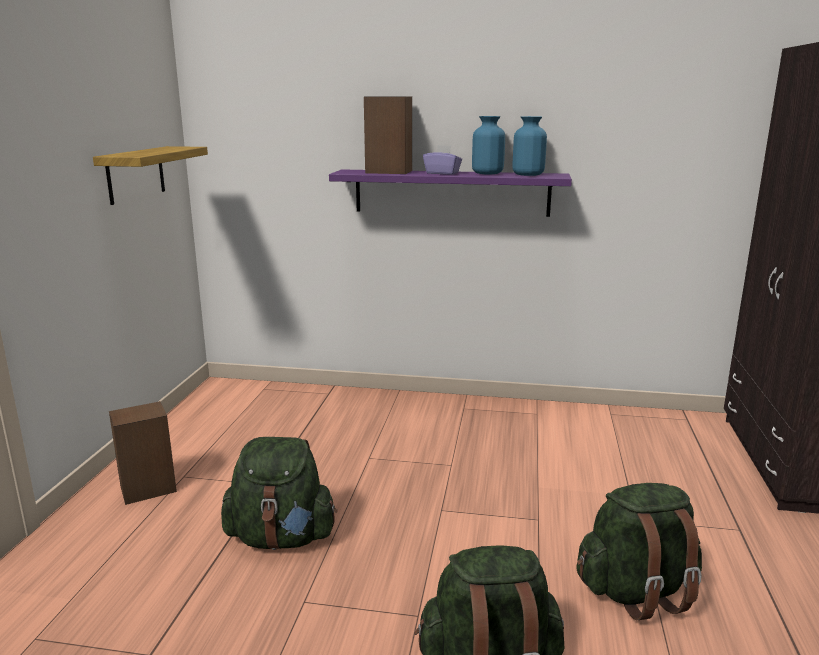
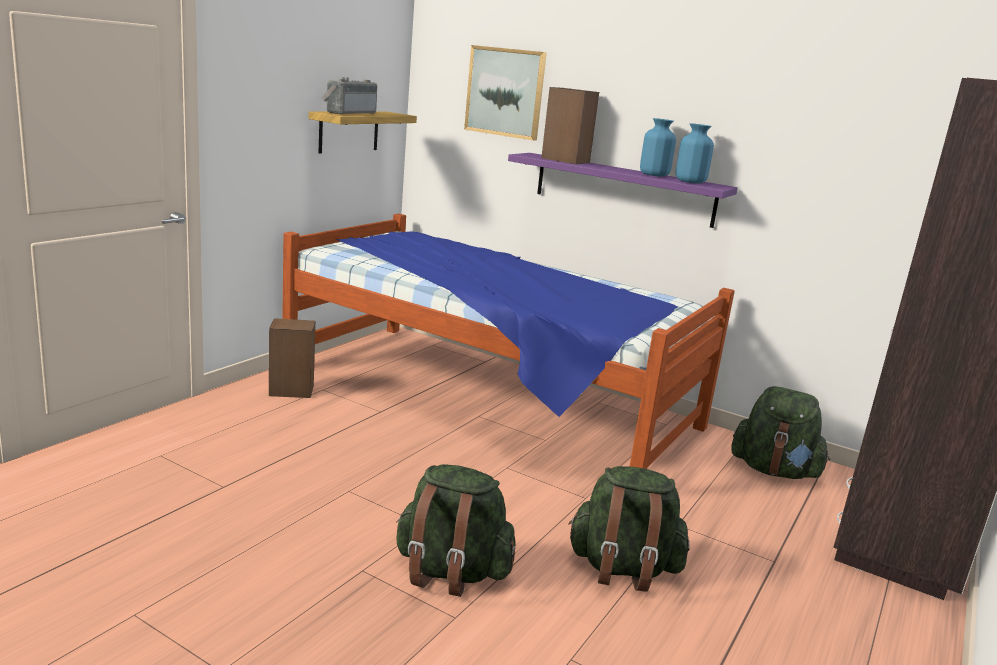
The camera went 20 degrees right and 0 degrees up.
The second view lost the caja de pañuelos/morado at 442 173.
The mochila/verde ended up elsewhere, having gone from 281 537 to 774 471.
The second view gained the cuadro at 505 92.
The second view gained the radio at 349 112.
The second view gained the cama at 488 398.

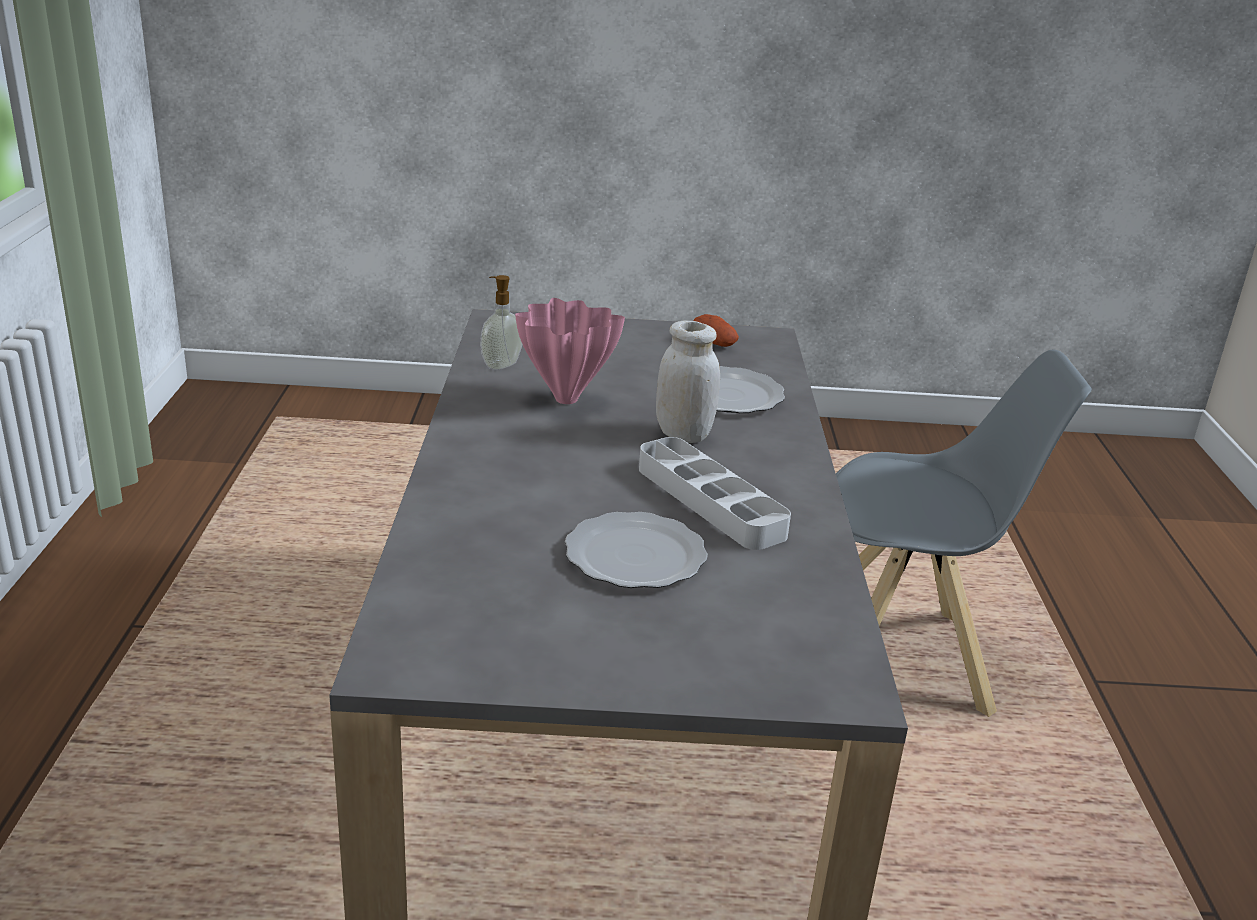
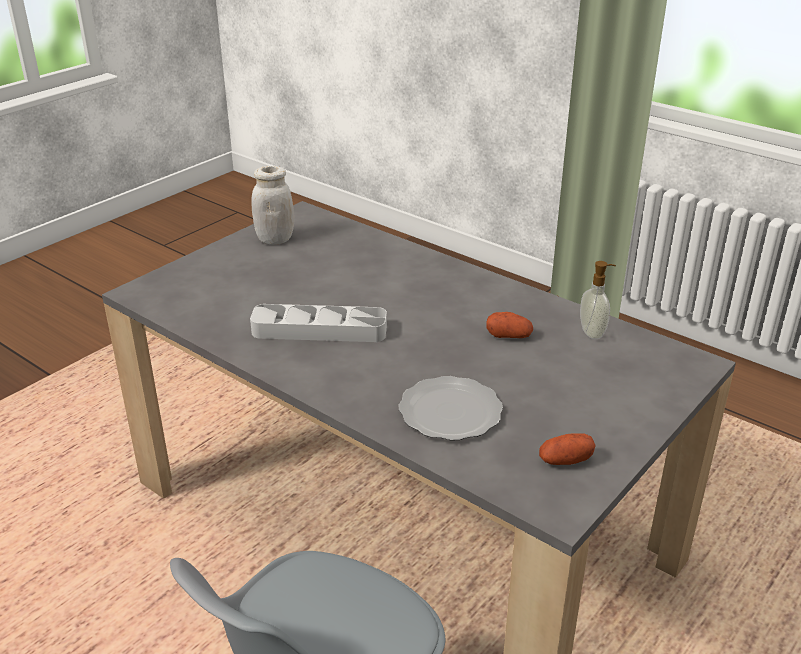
The camera went 130 degrees right and 5 degrees up.
Where the florero/rosa stood at 564 399, the patata came to stand at 509 336.
The tarro/blanco ended up elsewhere, having gone from 683 435 to 275 239.
The second view lost the plato at 634 556.

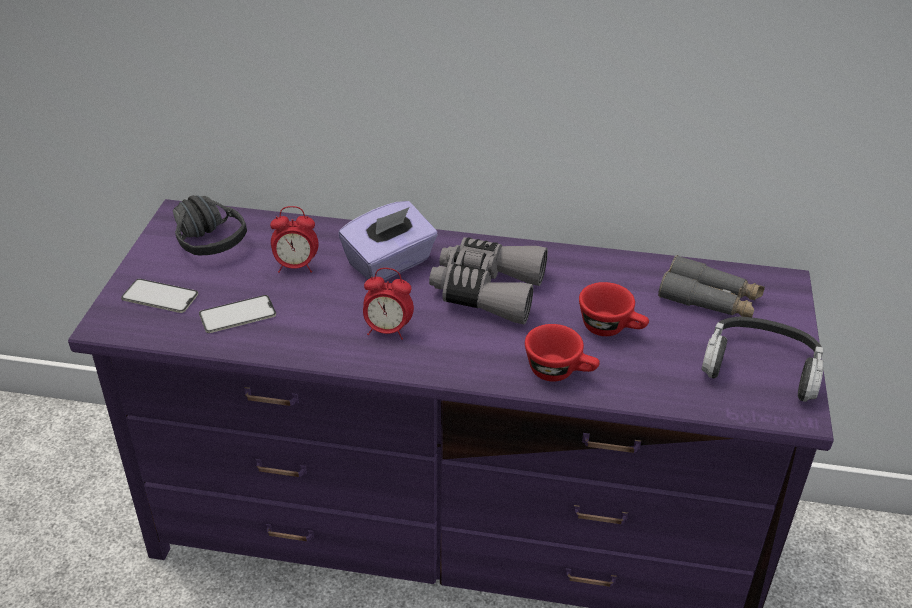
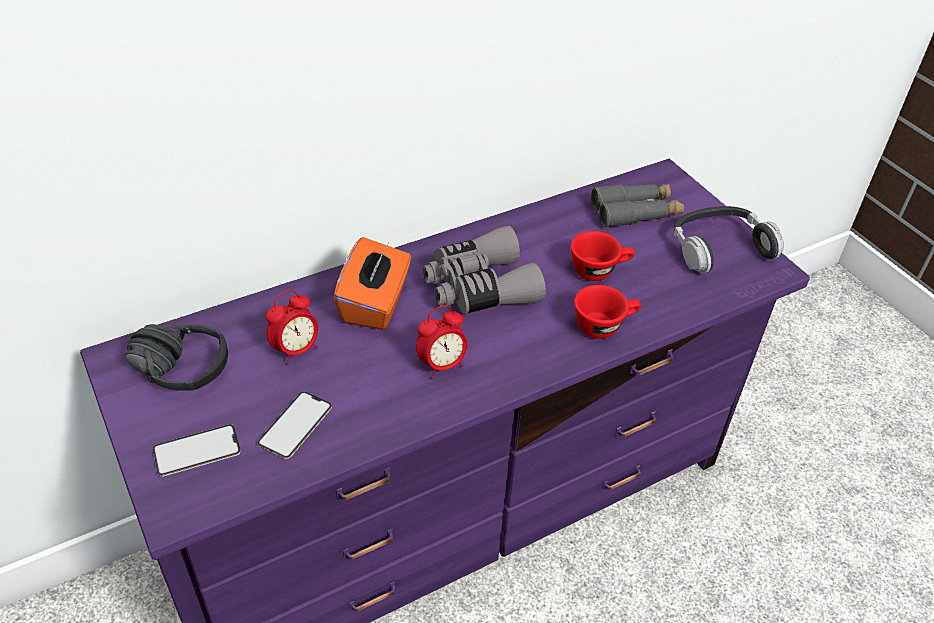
The camera went 40 degrees left and 5 degrees up.
What was the caja de pañuelos/morado at 390 263 turned into the caja de pañuelos/naranja at 375 304.

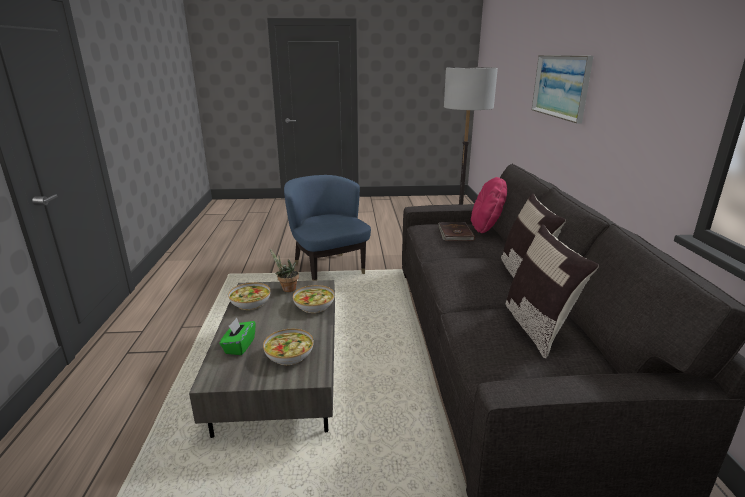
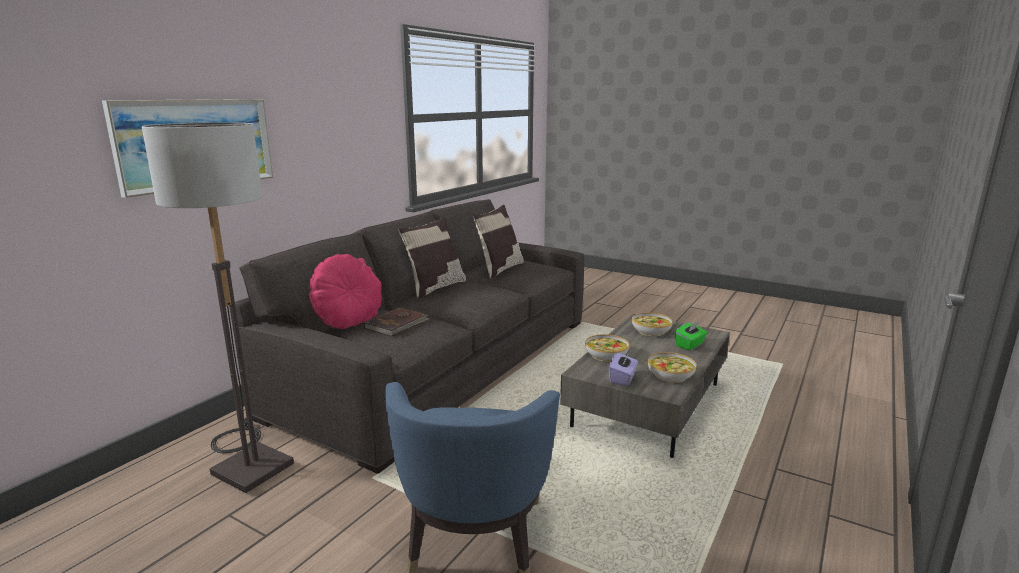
The camera went 145 degrees left and 5 degrees down.
Where the planta en maceta stood at 287 289, the caja de pañuelos/morado came to stand at 622 379.

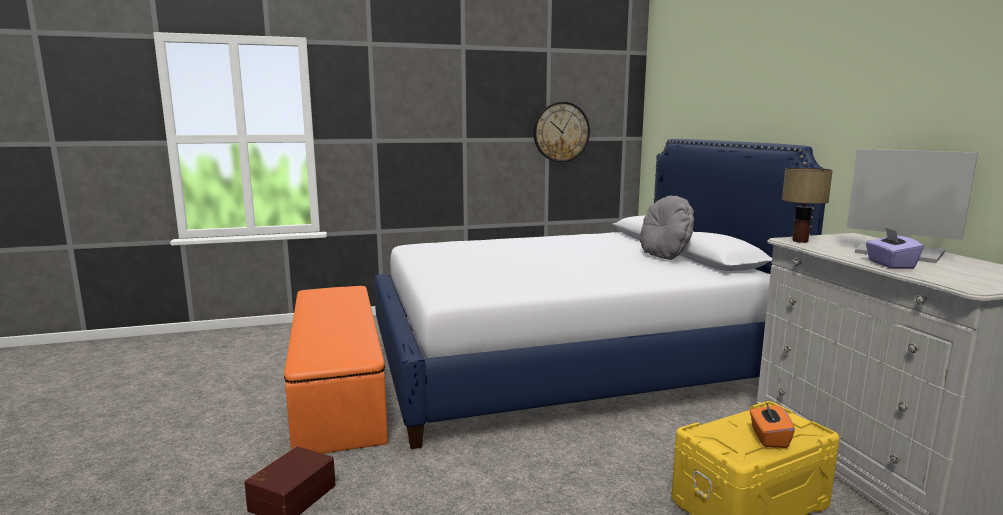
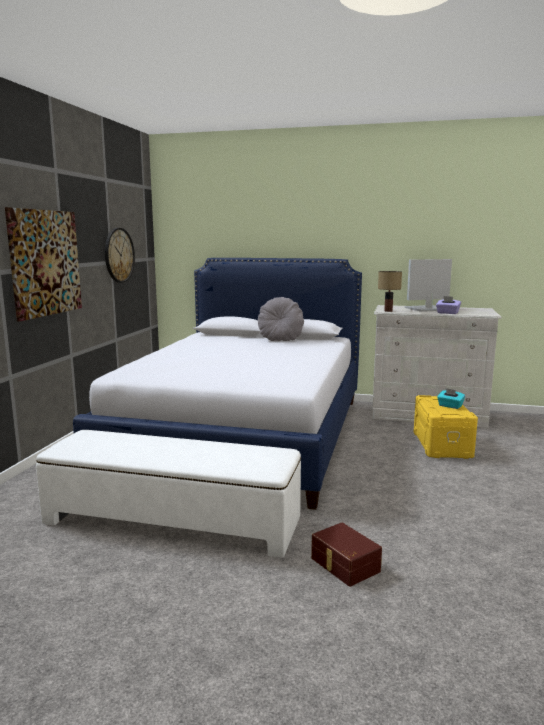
The camera went 60 degrees left and 0 degrees up.
What was the banco/naranja at 338 388 turned into the banco/blanco at 174 520.
What was the caja de pañuelos/naranja at 768 438 turned into the caja de pañuelos/turquesa at 450 406.
The second view gained the cuadro at 45 263.

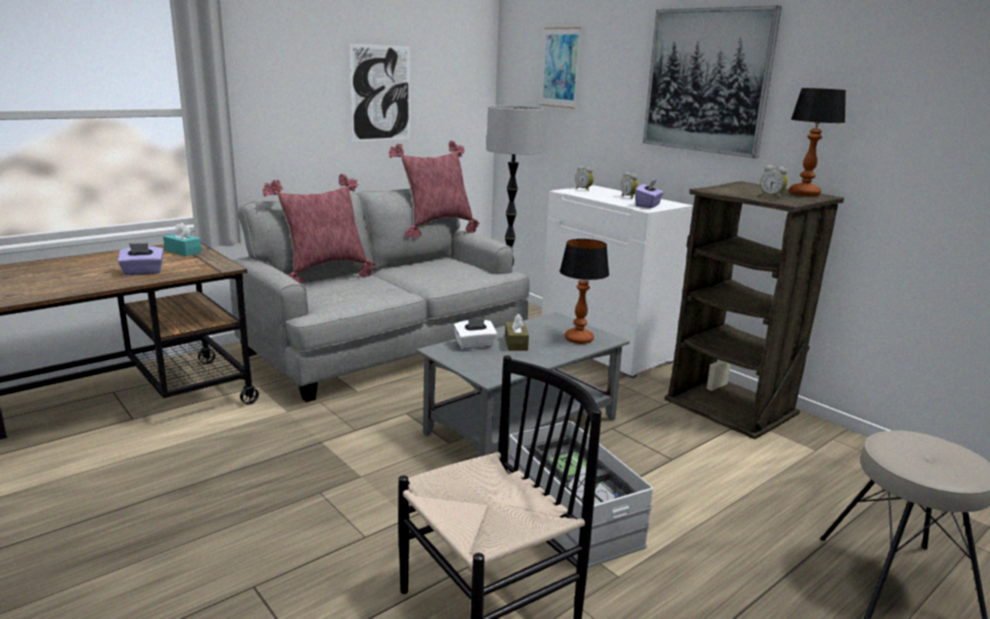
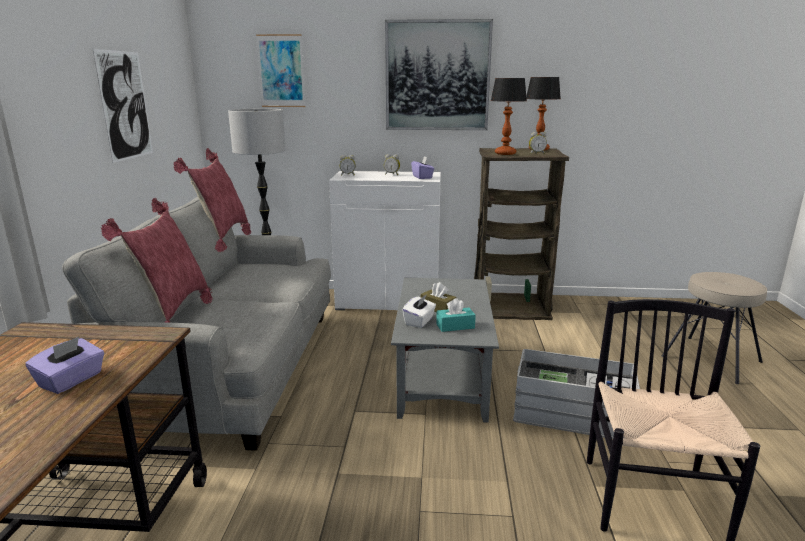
The camera went 45 degrees left and 0 degrees up.
The caja de pañuelos/turquesa ended up elsewhere, having gone from 183 251 to 455 326.
The lámpara de mesa ended up elsewhere, having gone from 578 339 to 505 153.

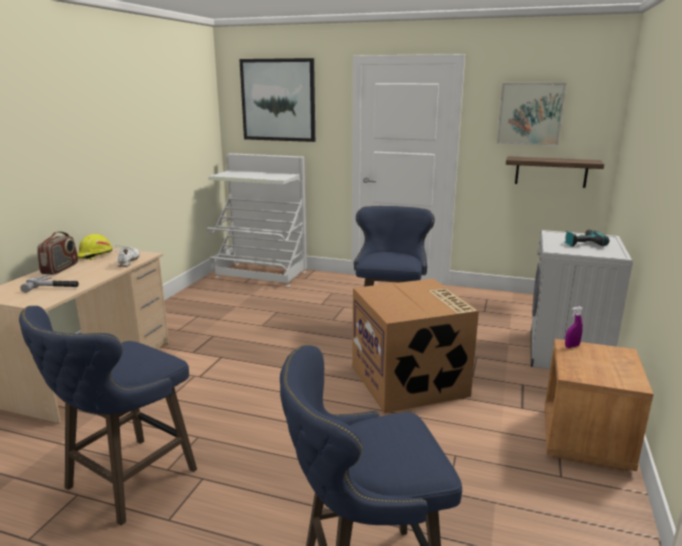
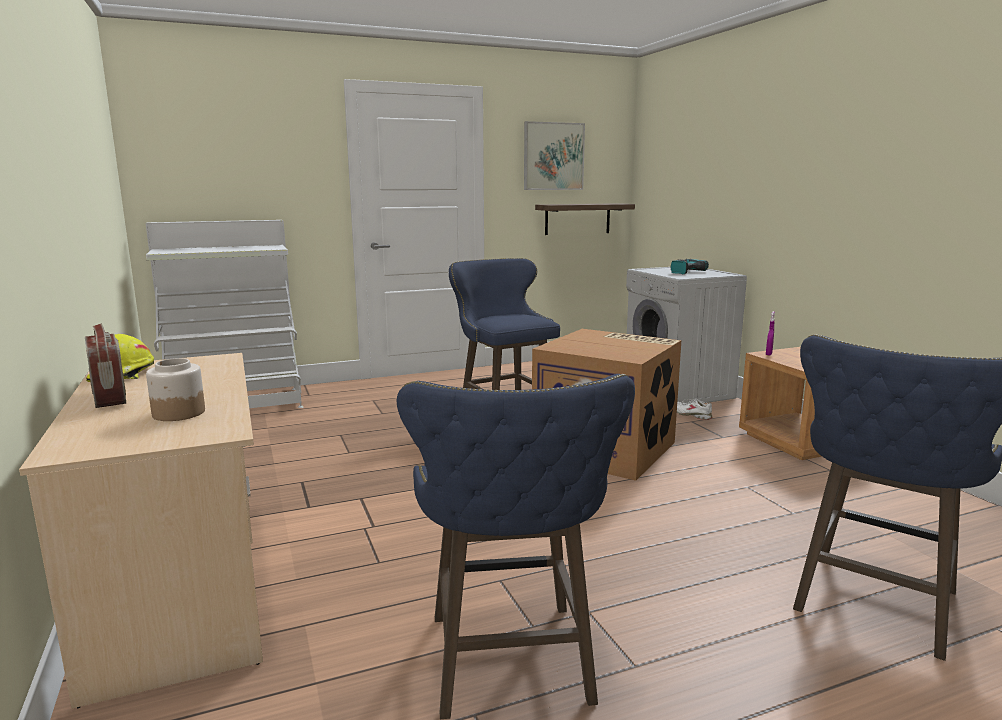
The camera went 40 degrees left and 5 degrees down.
The second view lost the cuadro at 278 100.
The zapato/blanco ended up elsewhere, having gone from 129 262 to 692 415.
Where the martillo stood at 56 286, the tarro came to stand at 178 413.

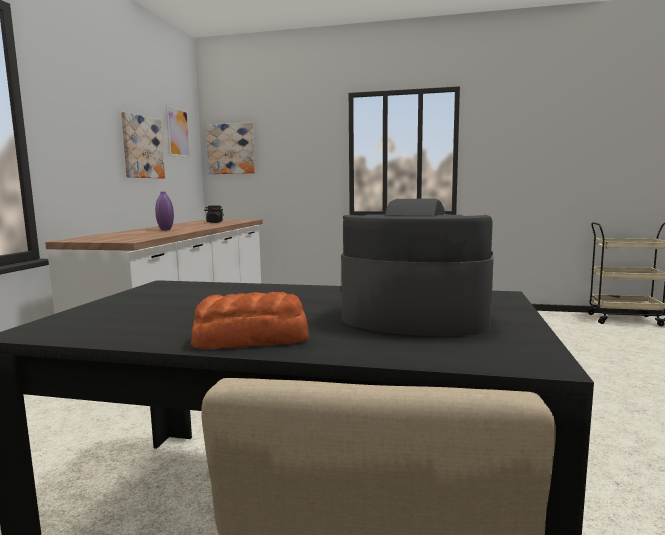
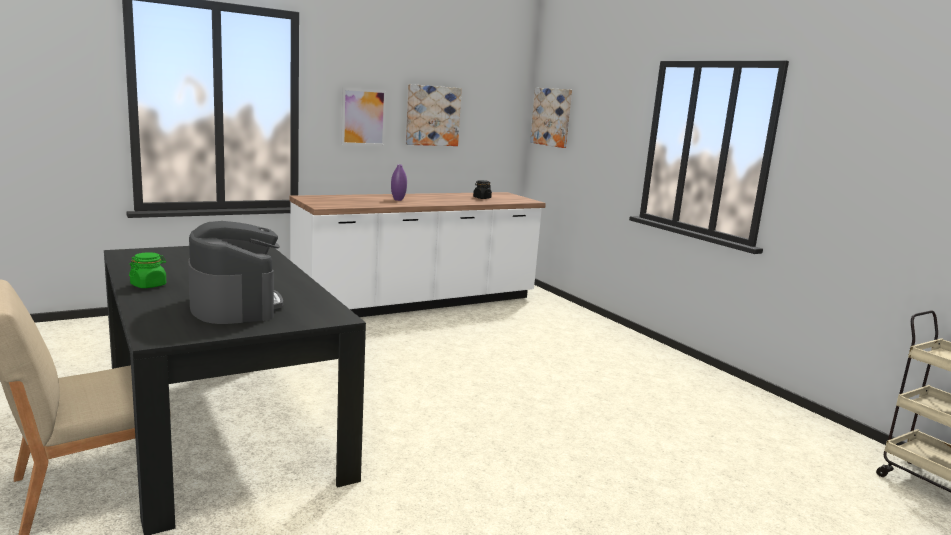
The camera went 45 degrees right and 5 degrees up.
The cuadro ended up elsewhere, having gone from 178 132 to 363 117.
Where the pan stood at 252 339, the tarro/verde came to stand at 148 285.

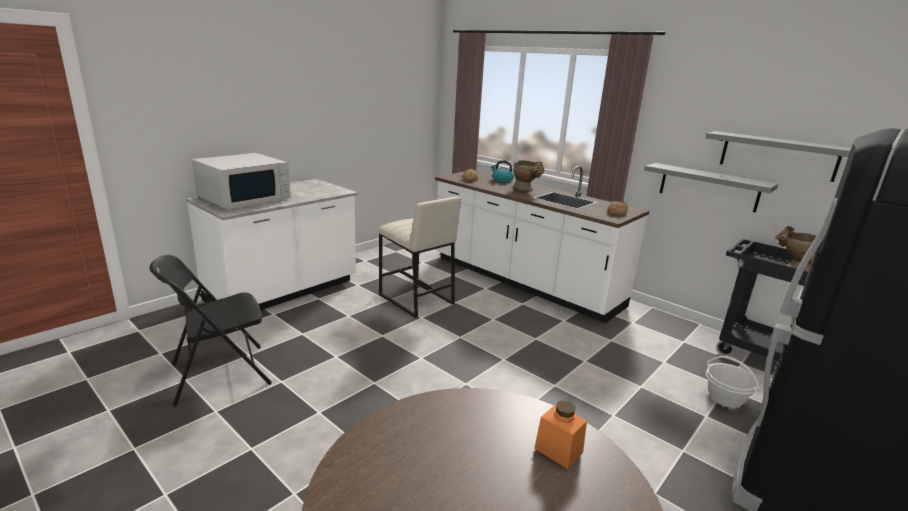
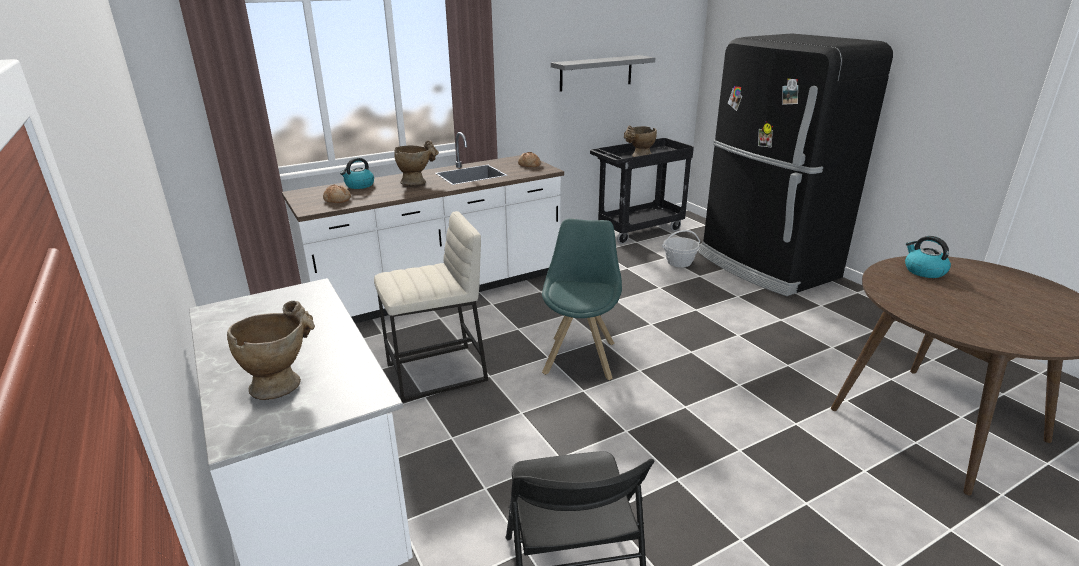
The camera went 70 degrees left and 5 degrees up.
Where the microondas/blanco stood at 245 198, the florero/beis came to stand at 282 381.
The second view lost the estante/gris at 708 187.
Where the tarro/naranja stood at 558 450, the hervidor came to stand at 923 271.
The second view gained the silla/turquesa at 580 357.

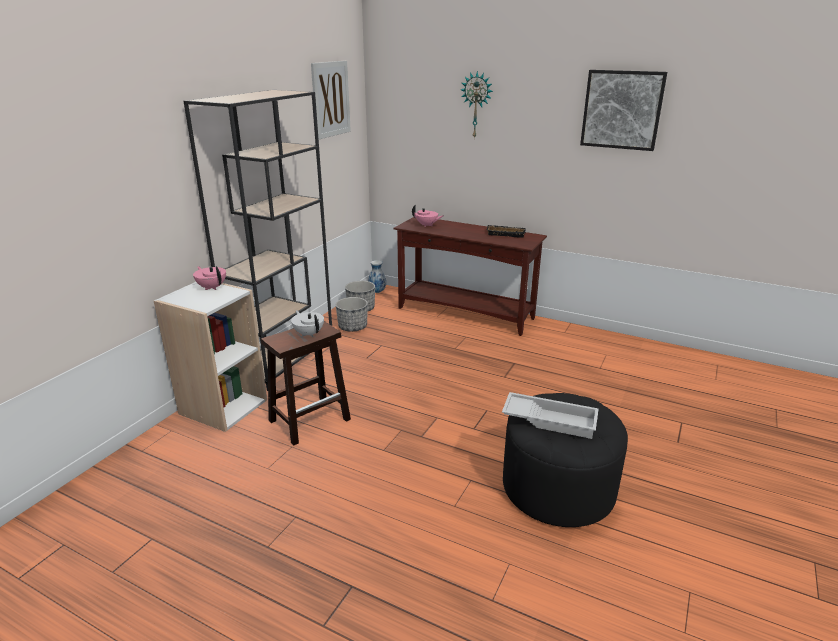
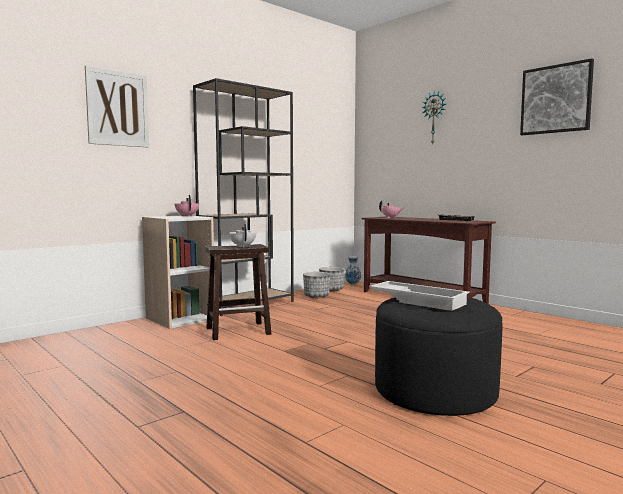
The camera went 20 degrees right and 20 degrees down.
The cuadro ended up elsewhere, having gone from 330 99 to 117 108.

